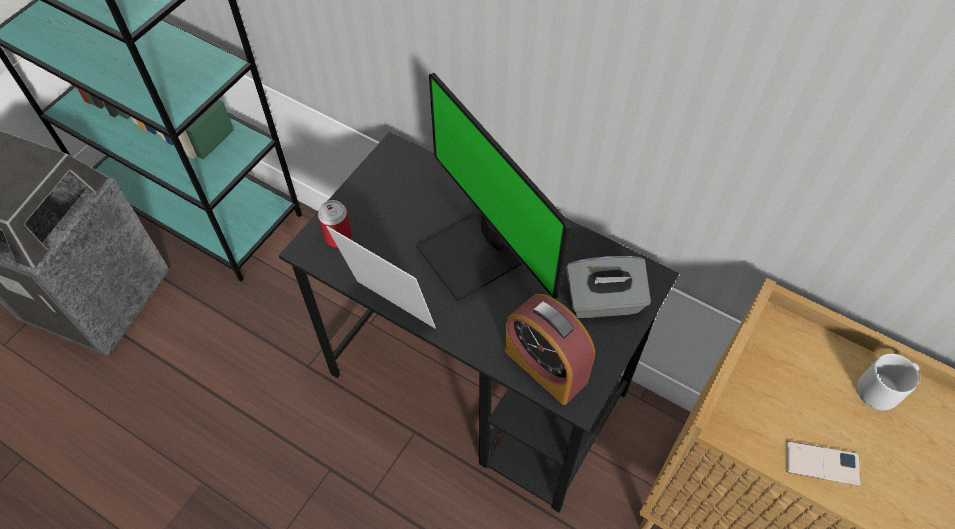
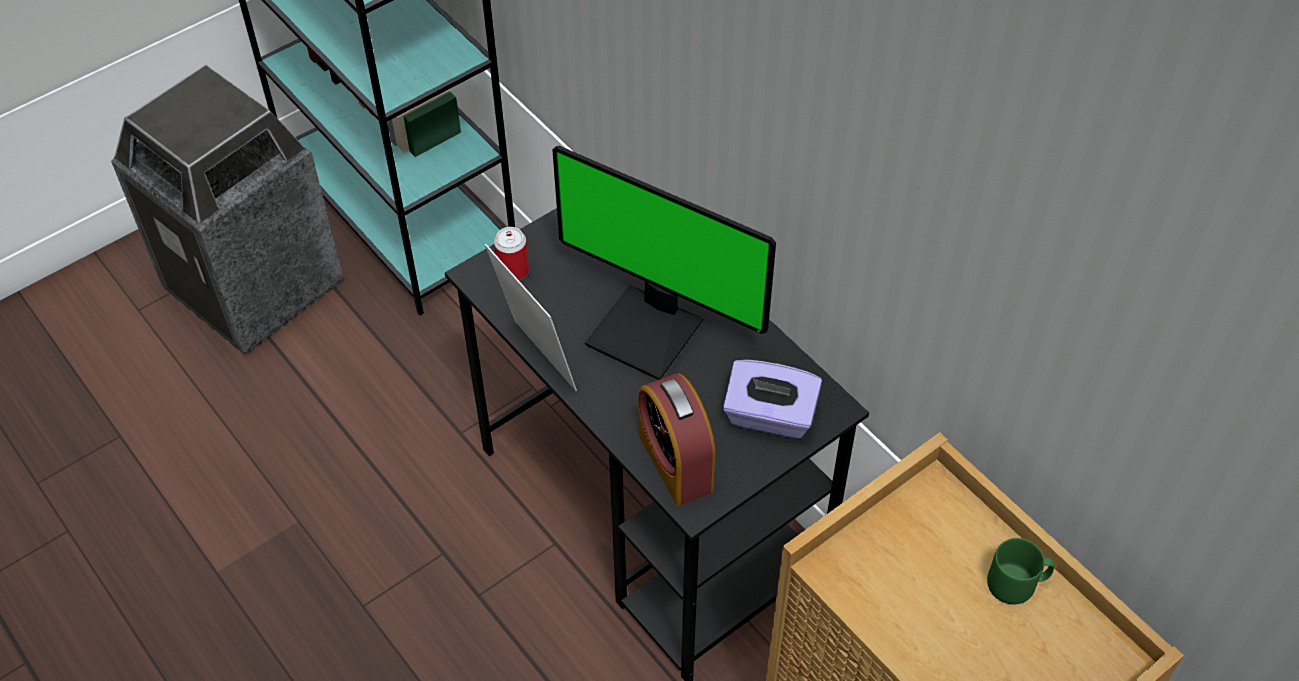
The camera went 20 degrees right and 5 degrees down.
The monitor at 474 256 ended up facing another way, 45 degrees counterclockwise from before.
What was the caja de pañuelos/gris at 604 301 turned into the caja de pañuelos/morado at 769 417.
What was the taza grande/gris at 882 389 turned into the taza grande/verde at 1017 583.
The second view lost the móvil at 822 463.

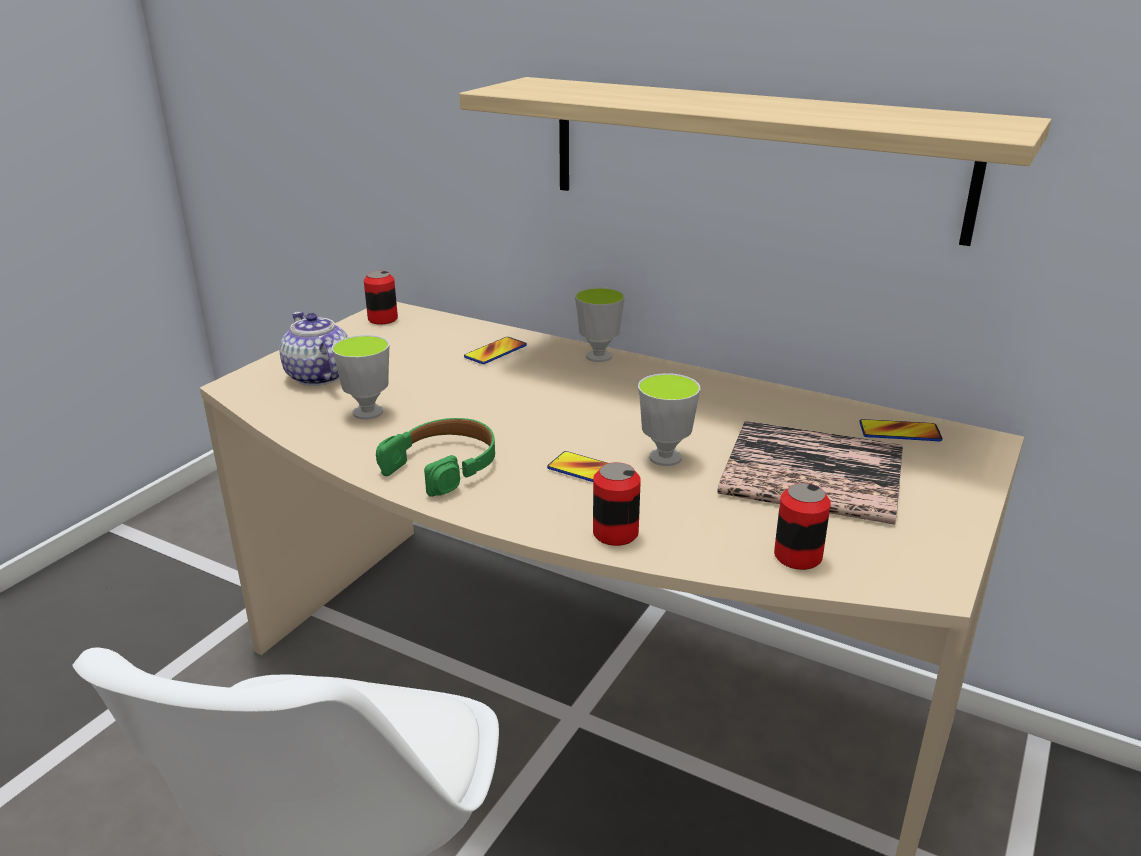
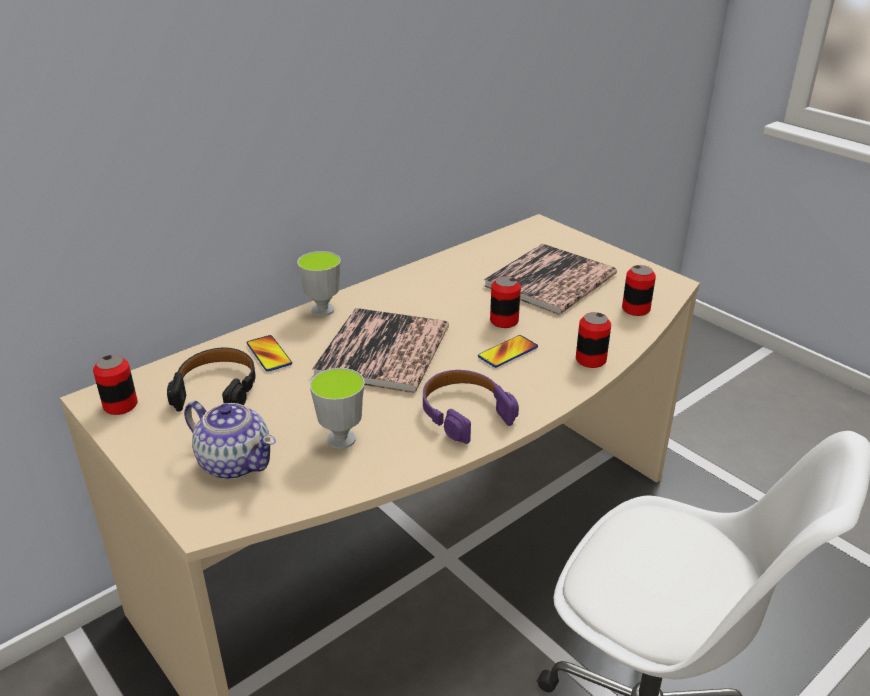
The camera went 70 degrees left and 5 degrees up.
The second view lost the estante at 751 156.
The tetera at 318 377 ended up facing another way, 135 degrees counterclockwise from before.
Where the taza stood at 665 458, the lata came to stand at 504 321.
What was the auriculares/verde at 444 465 turned into the auriculares/morado at 464 412.
The second view lost the móvil at 899 432.
The second view gained the libro at 383 351.
The second view gained the auriculares/negro at 217 389.

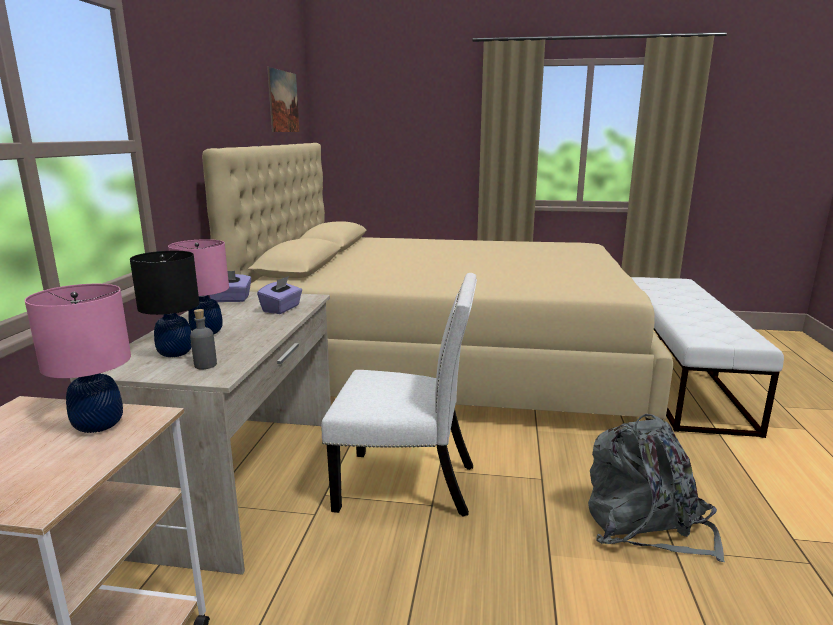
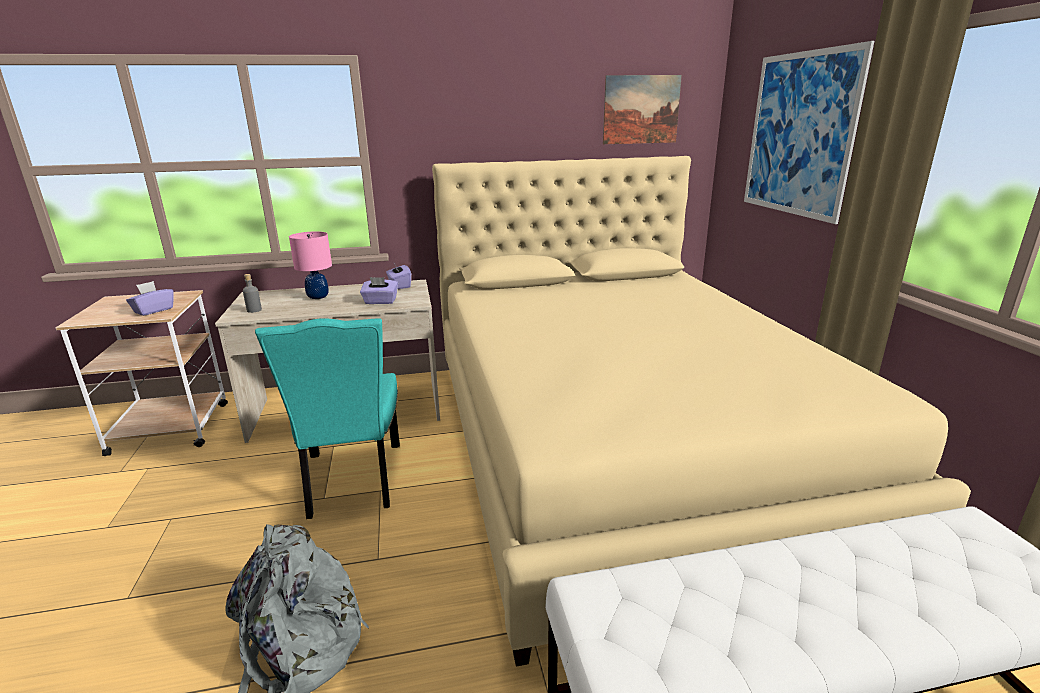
The camera went 70 degrees right and 5 degrees up.
The second view lost the lámpara de mesa/negro at 175 354.
What was the silla/blanco at 403 484 turned into the silla/turquesa at 352 477.
Where the lámpara de mesa/rosa stood at 101 426, the caja de pañuelos/morado came to stand at 154 310.
The second view gained the cuadro at 799 135.

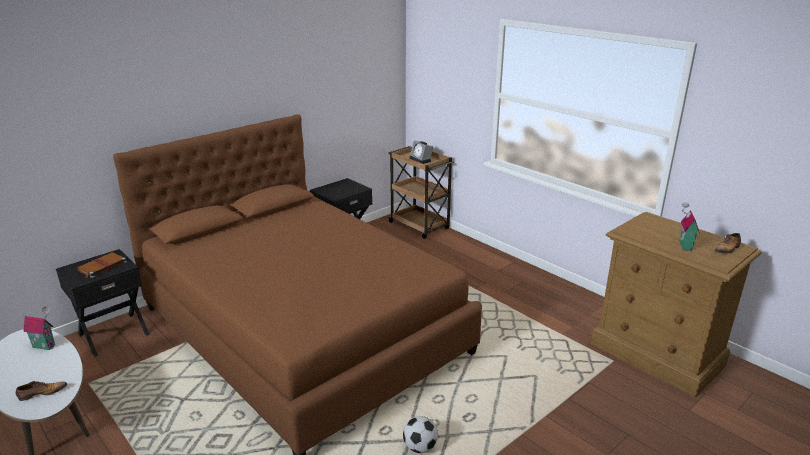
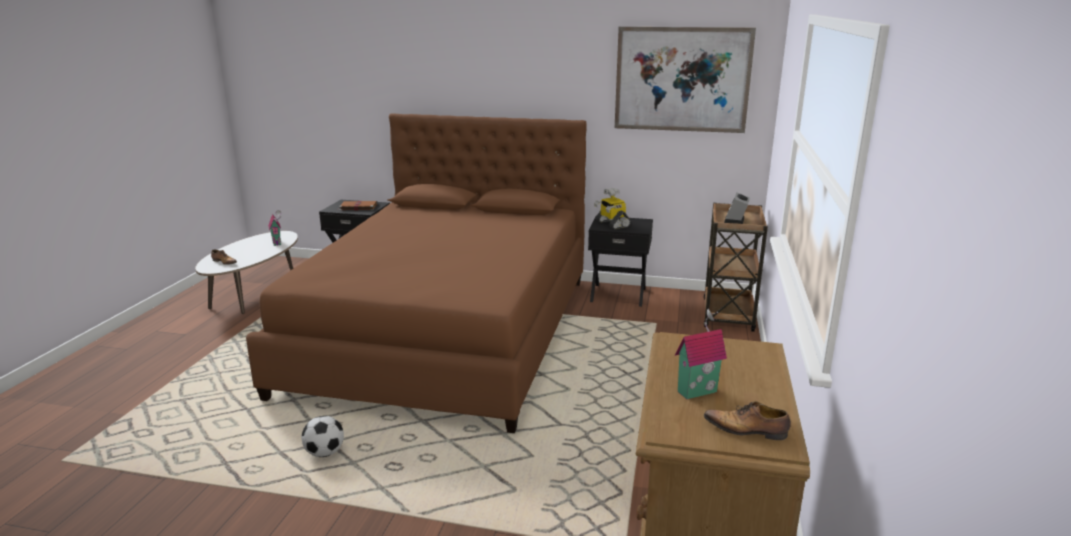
The camera went 55 degrees right and 5 degrees down.
The second view gained the cuadro at 682 80.
The second view gained the robot de juguete at 611 224.

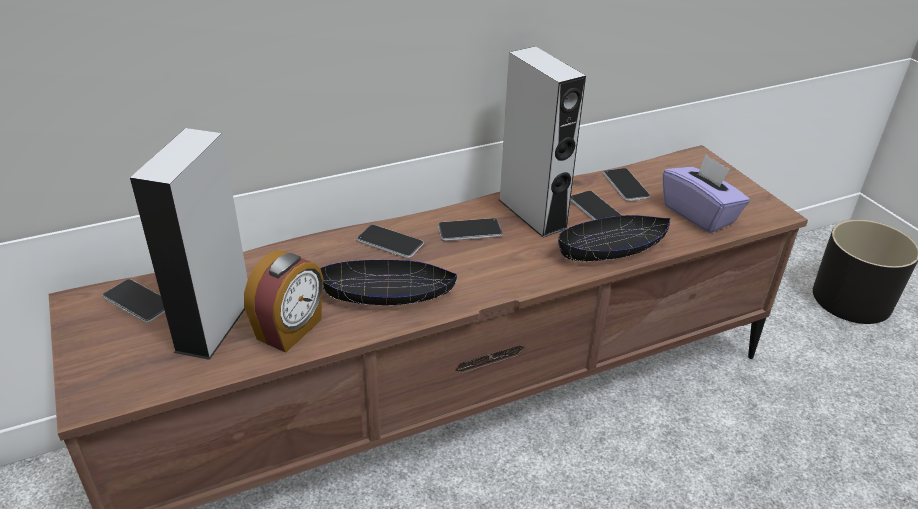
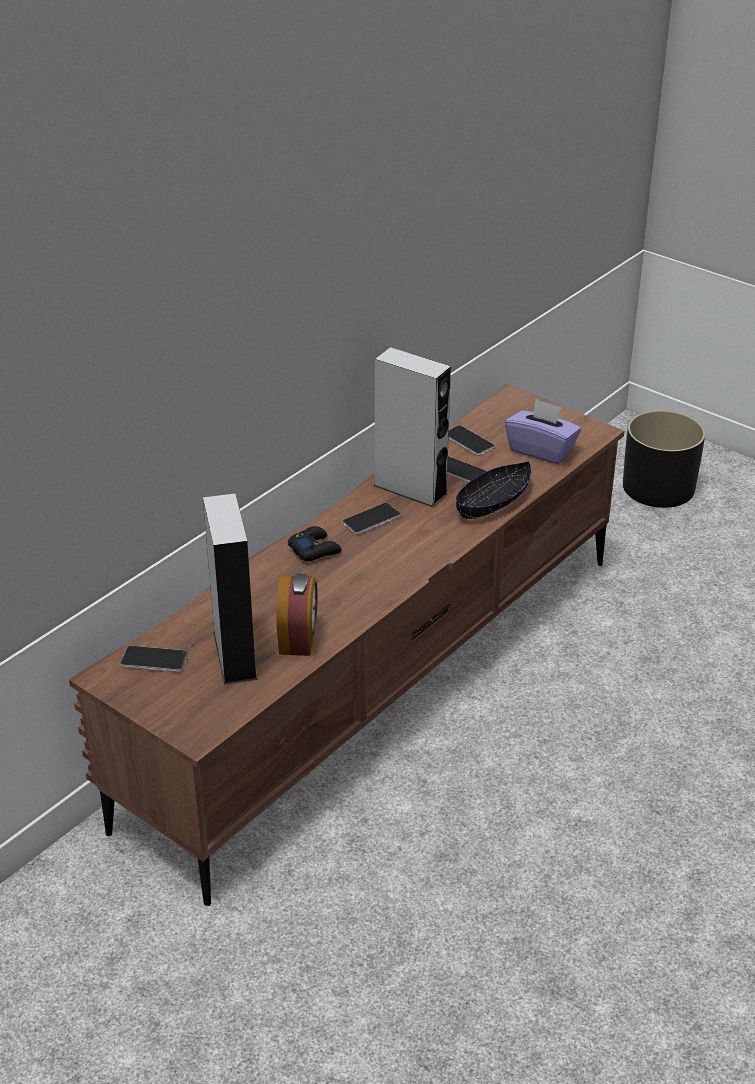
The camera went 25 degrees left and 0 degrees up.
Where the móvil stood at 390 242, the mando de consola/negro came to stand at 314 549.
The second view lost the cuenco/negro at 387 295.

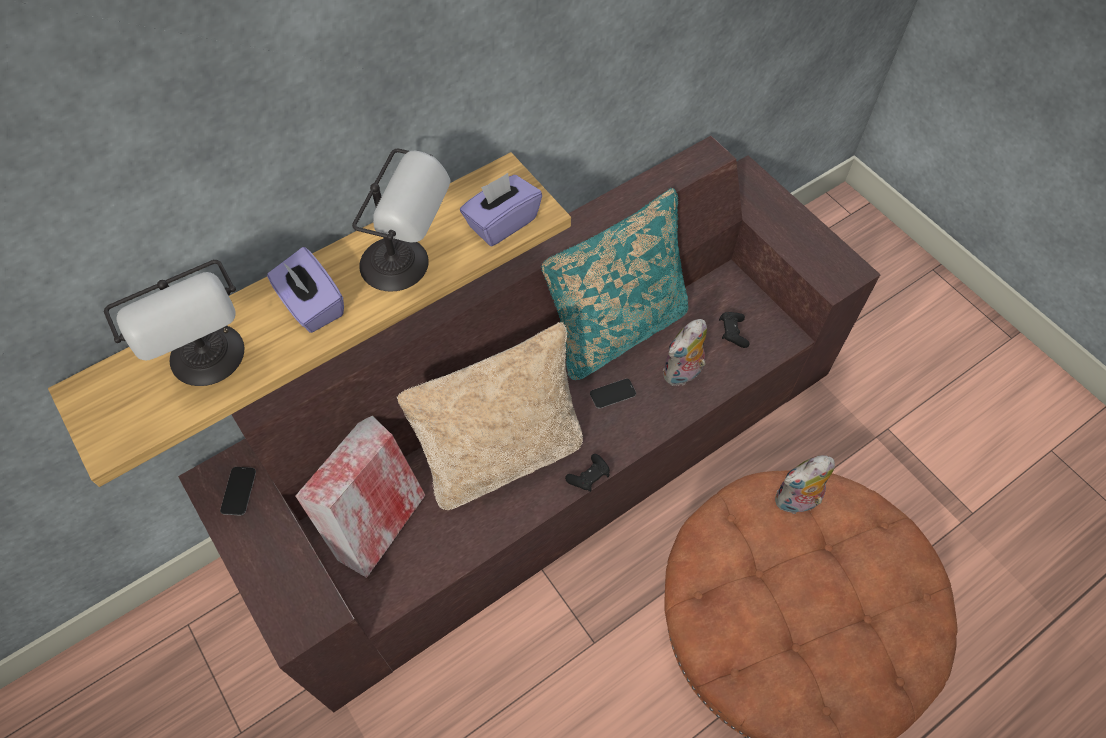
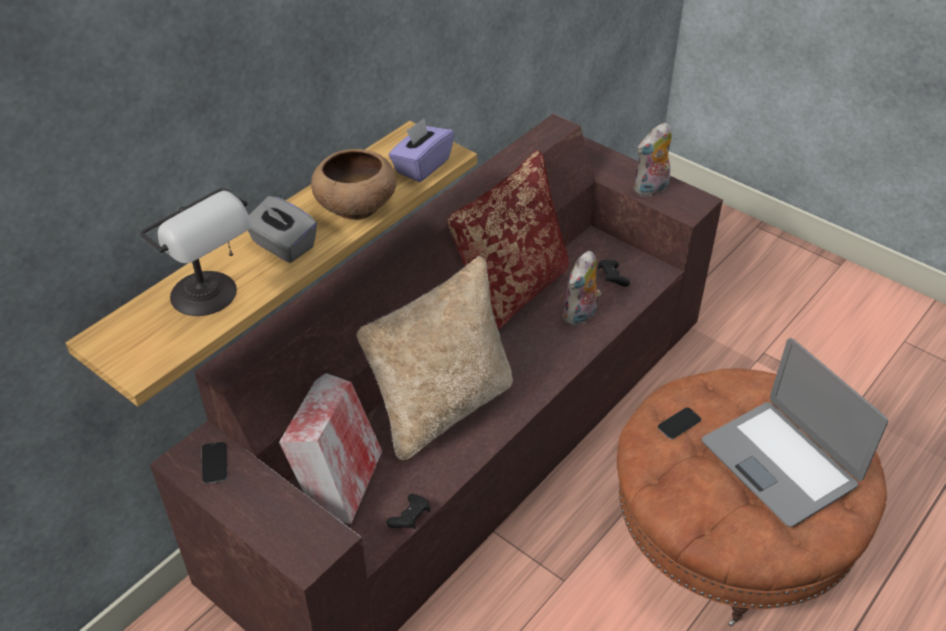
The camera went 15 degrees left and 15 degrees down.
Where the lámpara de mesa stood at 409 265, the cuenco/marrón came to stand at 355 205.
What was the cojín/turquesa at 618 331 turned into the cojín/rojo at 512 295.
What was the caja de pañuelos/morado at 311 306 turned into the caja de pañuelos/gris at 282 245.
The móvil ended up elsewhere, having gone from 613 394 to 679 424.
The mando de consola/negro ended up elsewhere, having gone from 589 477 to 410 518.
The peluche ended up elsewhere, having gone from 796 502 to 651 189.
The second view gained the portátil at 780 462.

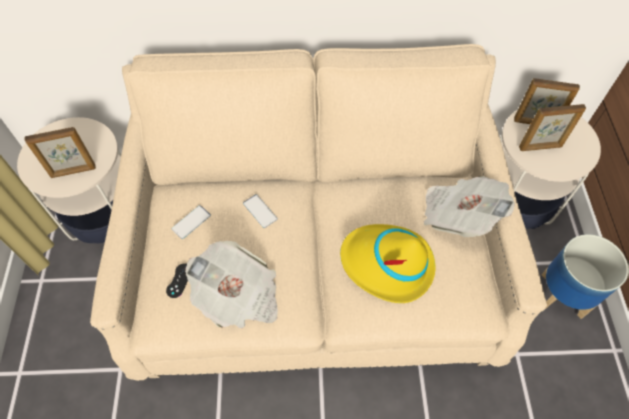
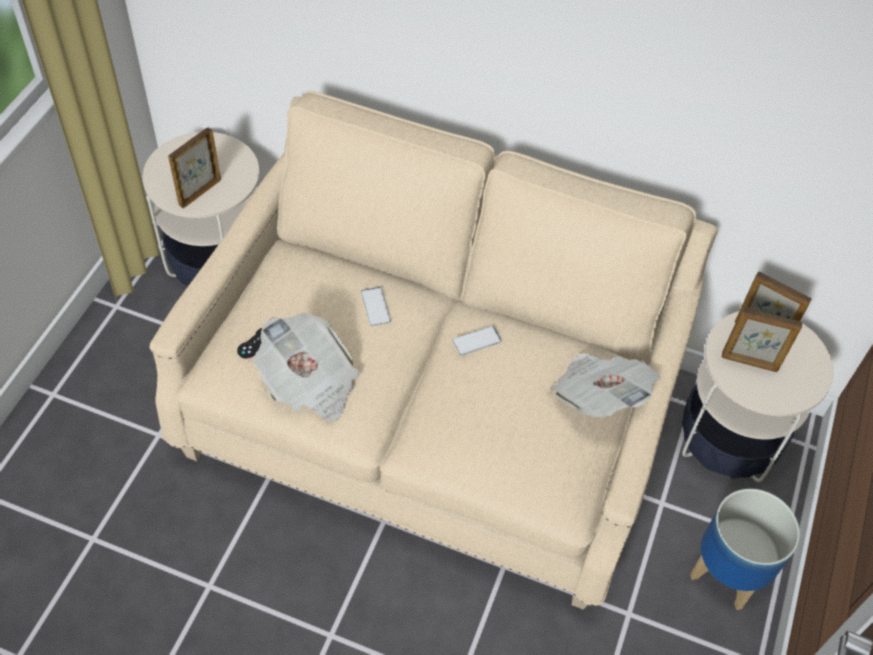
The camera went 20 degrees right and 5 degrees down.
The portarretratos at 73 171 ended up facing another way, 120 degrees clockwise from before.
The móvil ended up elsewhere, having gone from 191 222 to 477 341.
The second view lost the sombrero/amarillo at 387 265.

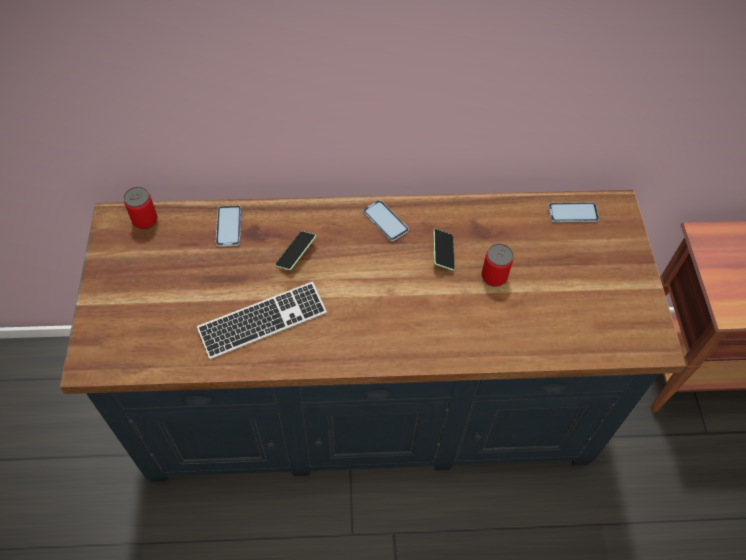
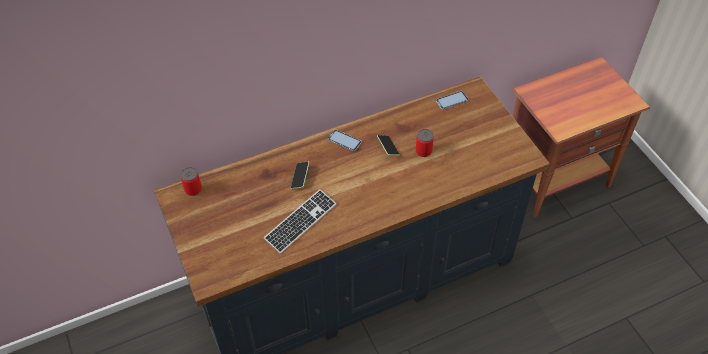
The camera went 20 degrees left and 5 degrees down.
The second view lost the móvil at 228 226.

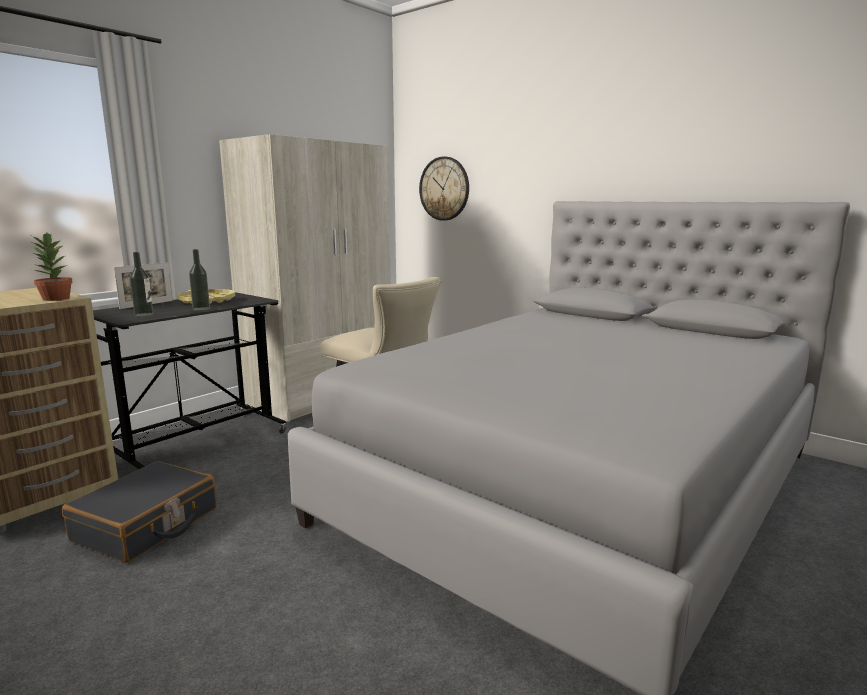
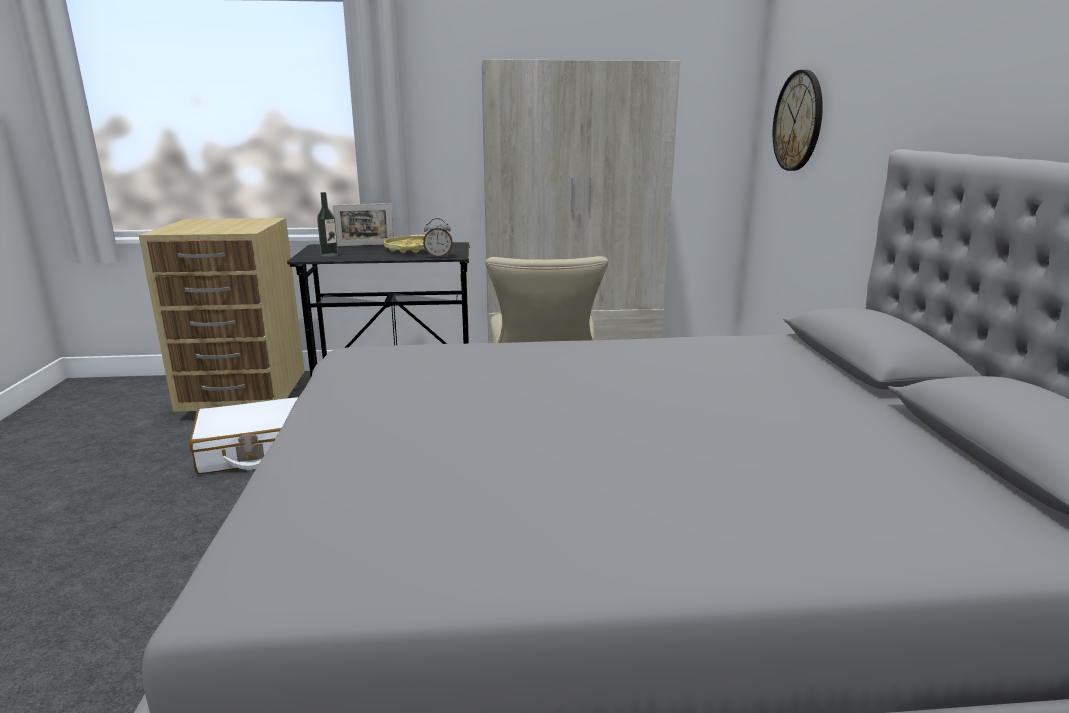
The camera went 45 degrees right and 5 degrees up.
The second view lost the planta en maceta at 55 299.
The second view lost the botella at 201 309.
What was the maleta/negro at 147 525 turned into the maleta/blanco at 254 451.
The second view gained the despertador at 438 257.

